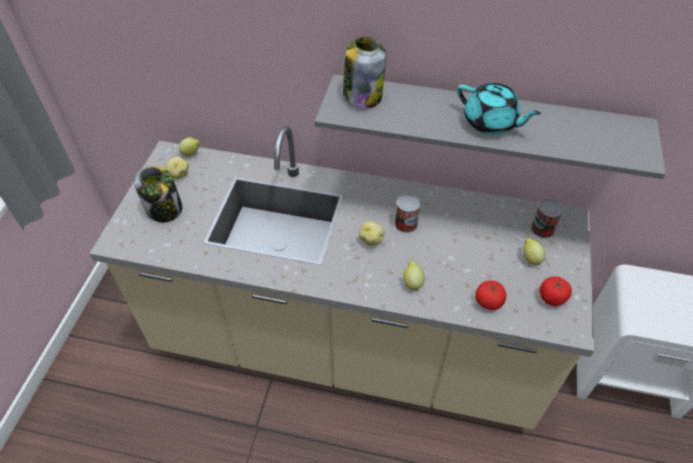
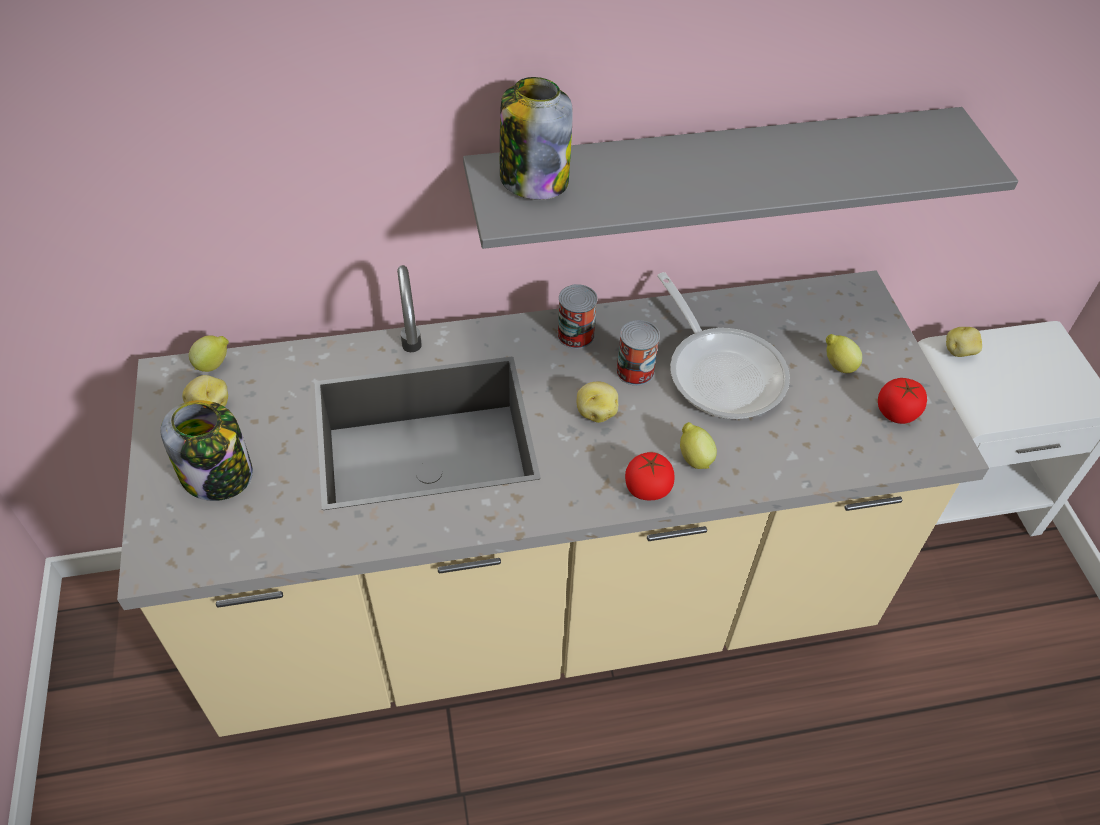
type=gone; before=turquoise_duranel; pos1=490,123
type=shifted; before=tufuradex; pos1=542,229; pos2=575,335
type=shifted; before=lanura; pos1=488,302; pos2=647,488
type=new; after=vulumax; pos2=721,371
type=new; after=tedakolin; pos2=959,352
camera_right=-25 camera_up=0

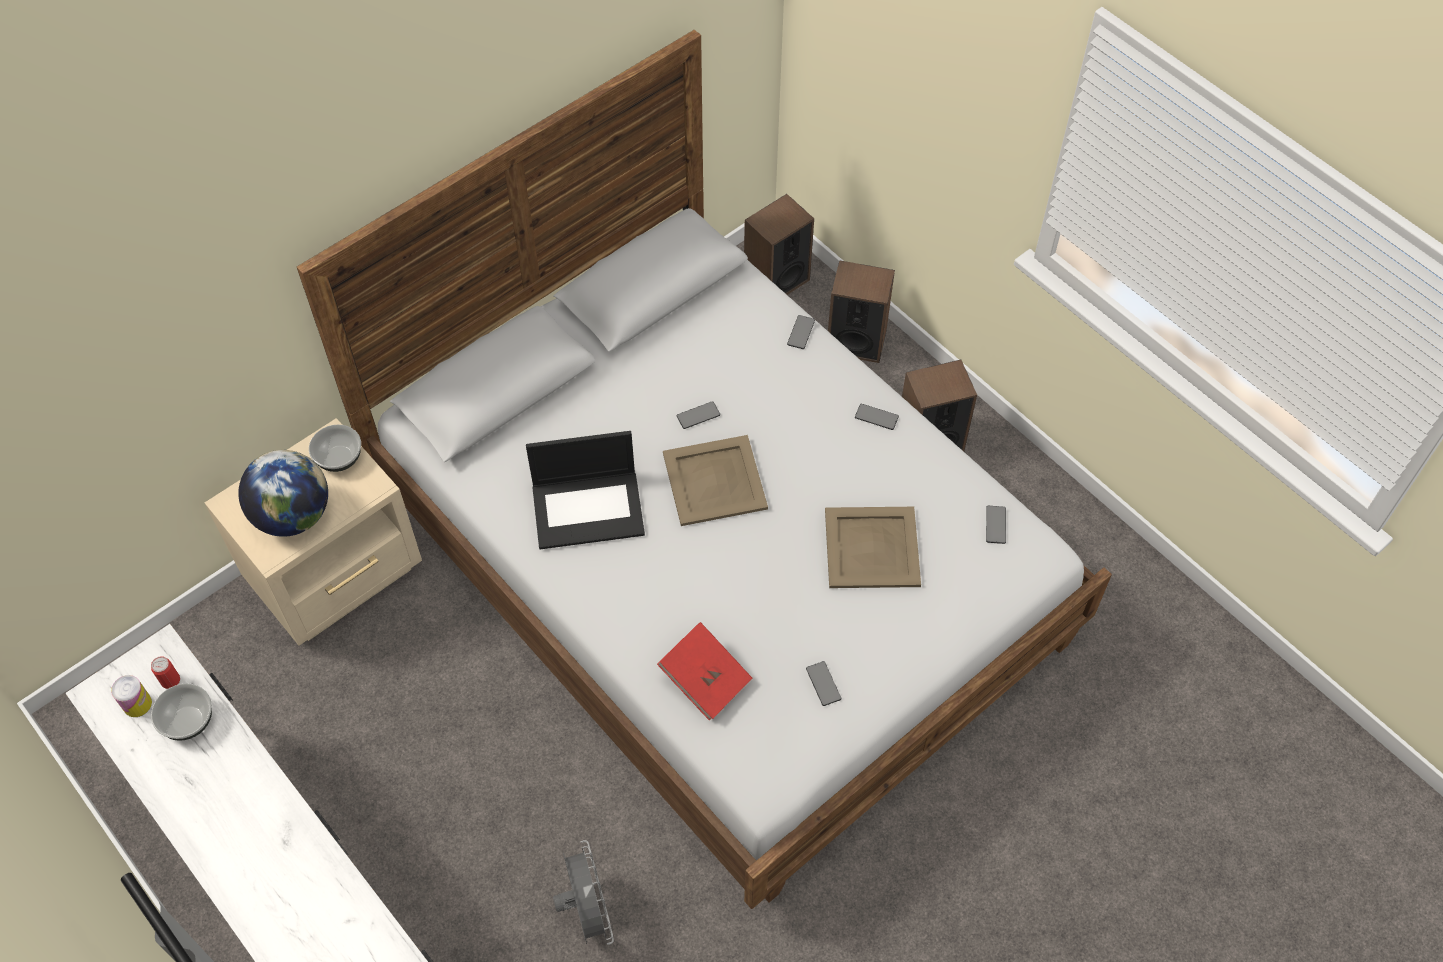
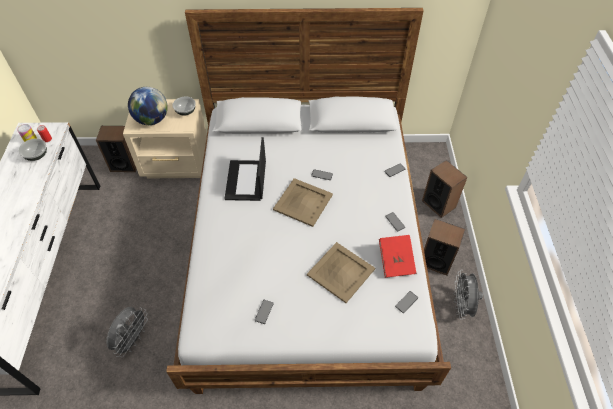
type=shifted; before=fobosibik; pos1=776,280; pos2=125,164
type=rotated; before=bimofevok; pos1=589,508; pos2=246,181; turn=60
type=shifted; before=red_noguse; pos1=705,679; pos2=396,261
type=new; after=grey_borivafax; pos2=461,306
camera_right=40 camera_up=-5

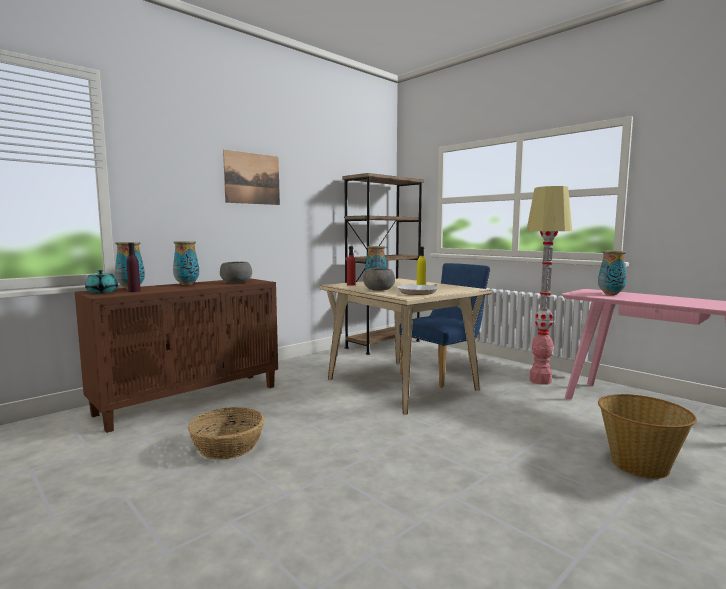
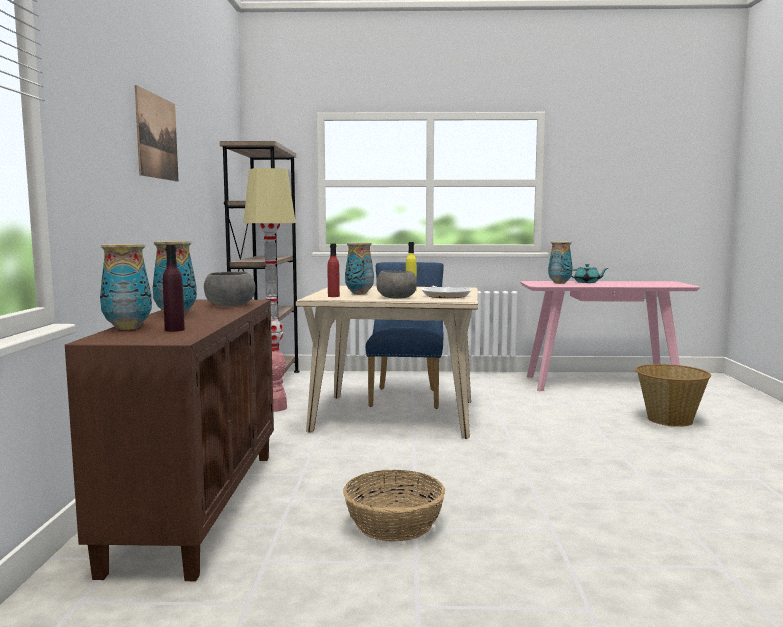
type=shifted; before=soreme; pos1=540,381; pos2=274,408
type=shifted; before=turquoise_duranel; pos1=102,292; pos2=587,282
camera_right=-45 camera_up=0

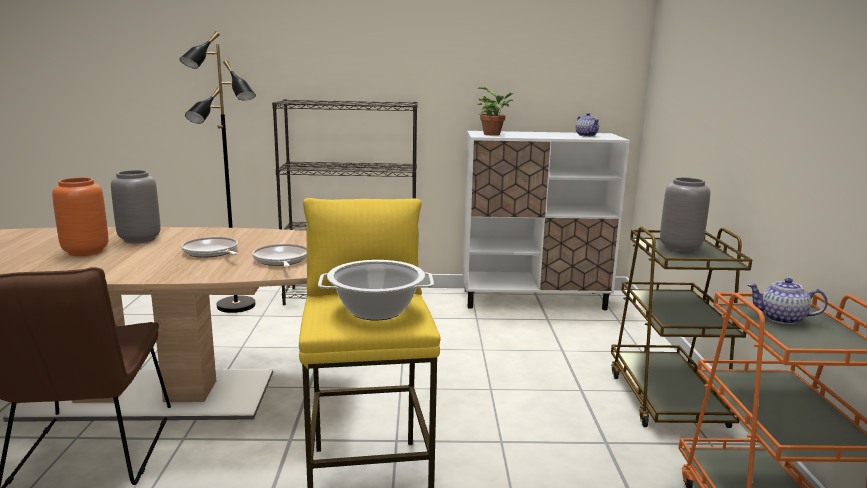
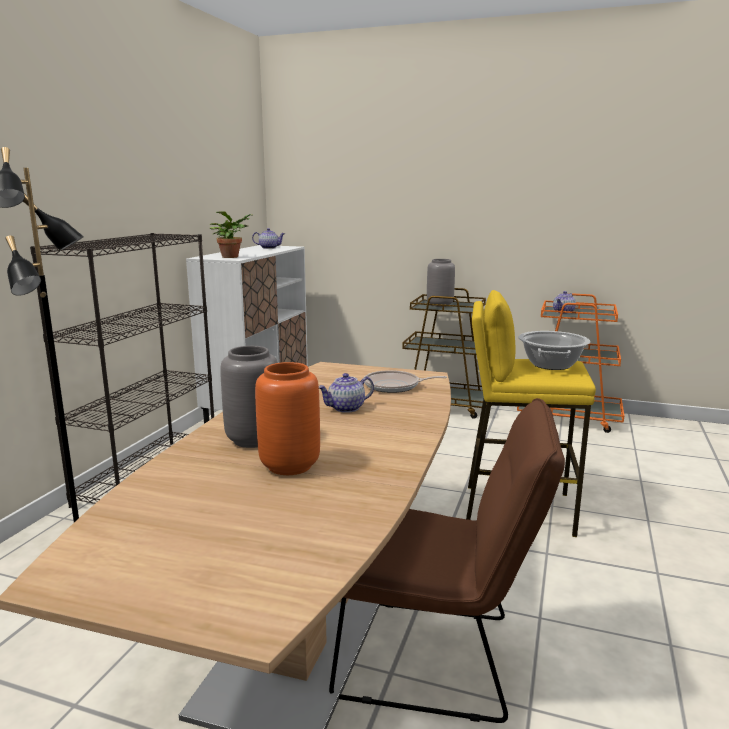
type=swapped; before=vulumax; after=duranel; pos1=211,252; pos2=346,408
camera_right=-70 camera_up=0

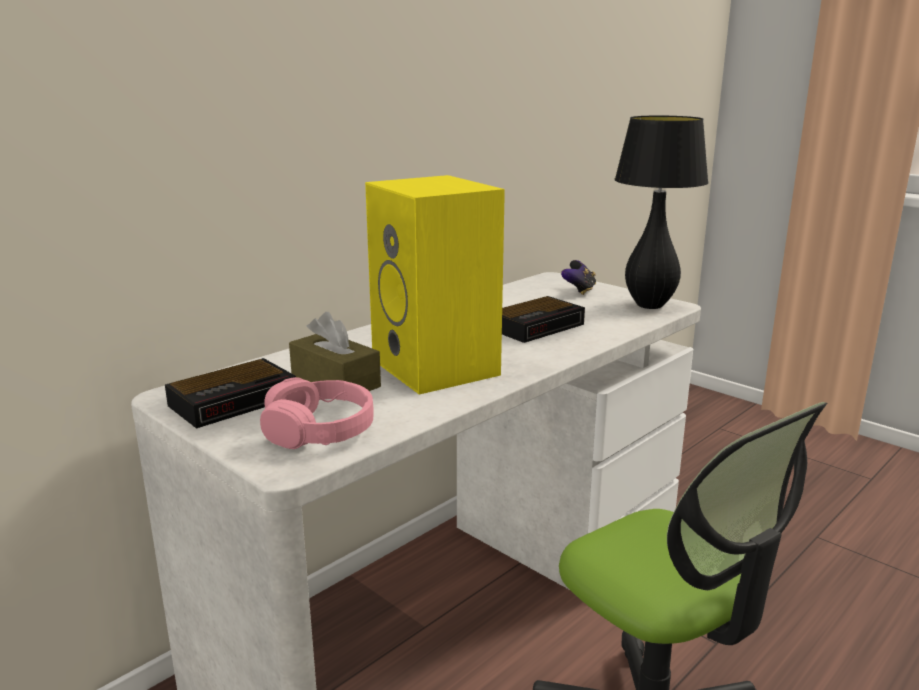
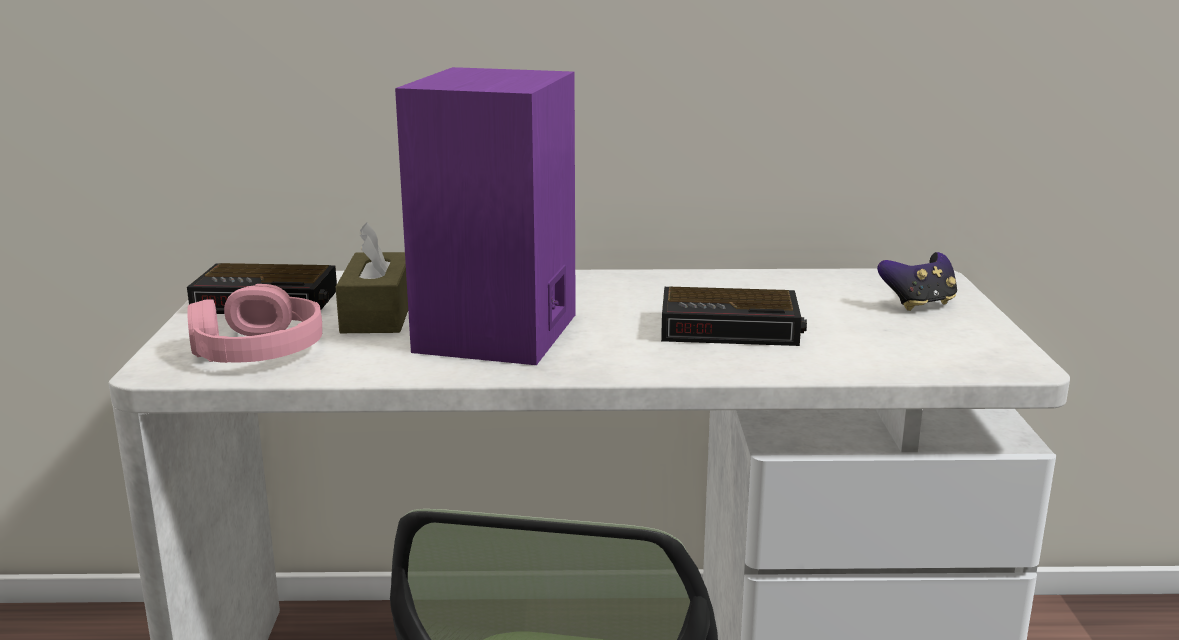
type=gone; before=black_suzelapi; pos1=649,305
type=repainted; before=yellow_fobosibik; after=purple_fobosibik; pos1=439,368; pos2=499,335
camera_right=45 camera_up=0

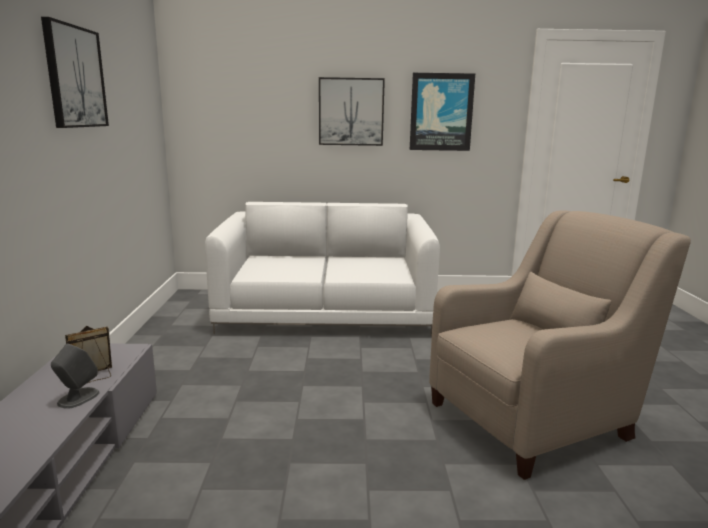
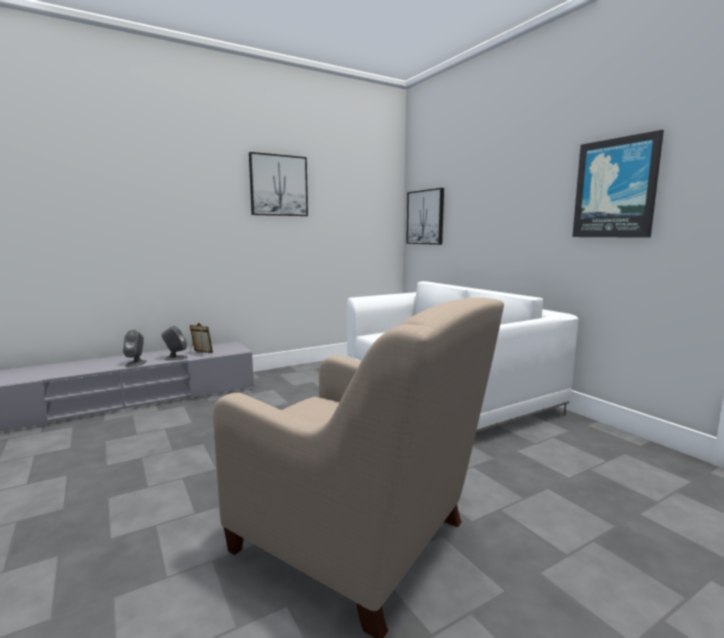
type=shifted; before=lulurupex; pos1=351,112; pos2=425,217
type=new; after=grey_fobosibik; pos2=136,363
camera_right=60 camera_up=-5

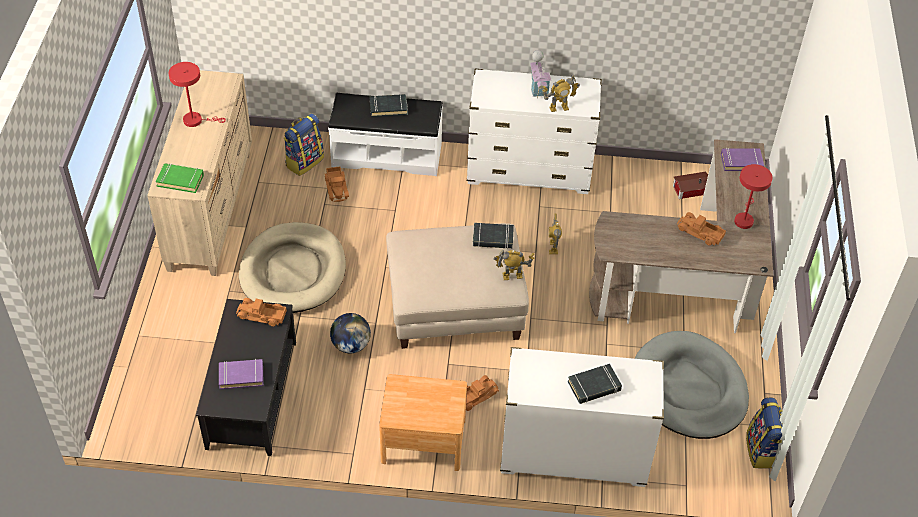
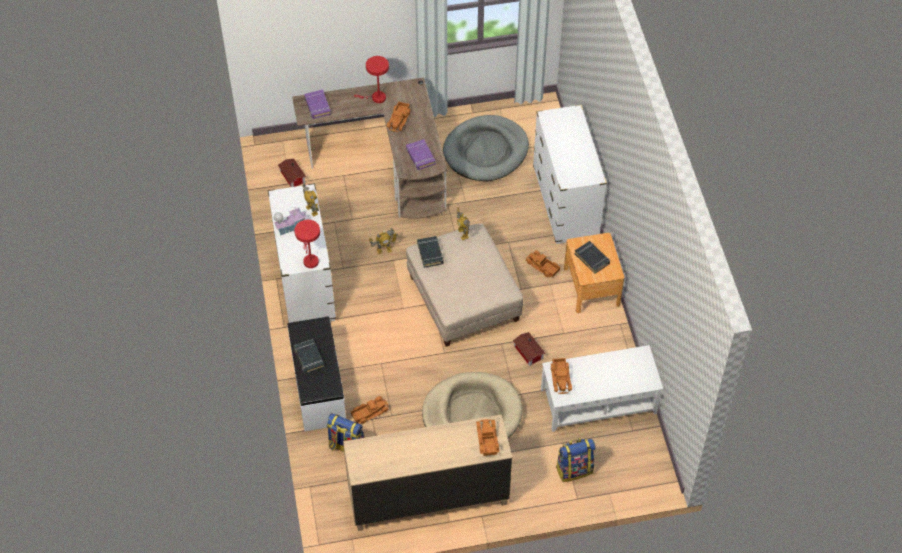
type=shifted; before=red_suzelapi; pos1=196,120; pos2=310,259
type=swapped; before=green_noguse; after=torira; pos1=180,180; pos2=487,439
type=repainted; before=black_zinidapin; after=white_zinidapin; pos1=250,394; pos2=598,402
type=swapped; before=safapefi; after=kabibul; pos1=351,345; pos2=528,353
type=shifted; before=purple_noguse; pos1=241,376; pos2=420,156
type=shifted; before=black_noguse; pos1=594,386; pos2=592,258
type=shifted; before=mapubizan; pos1=762,450; pos2=574,469
camera_right=-105 camera_up=5

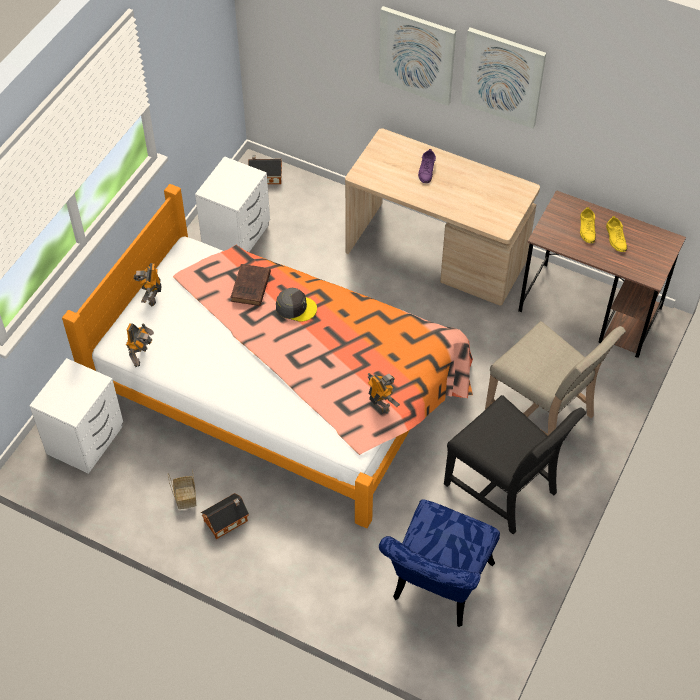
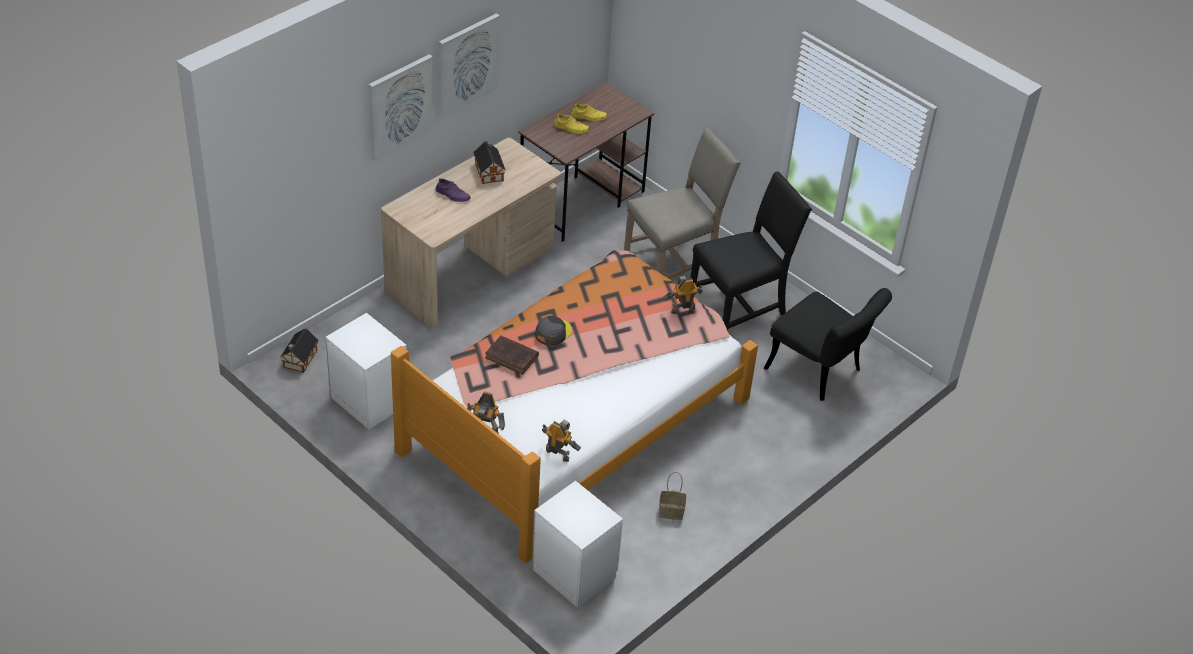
type=shifted; before=kabibul; pos1=227,520; pos2=489,171
type=repainted; before=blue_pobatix; after=black_pobatix; pos1=437,587; pos2=820,372
camera_right=-75 camera_up=-10

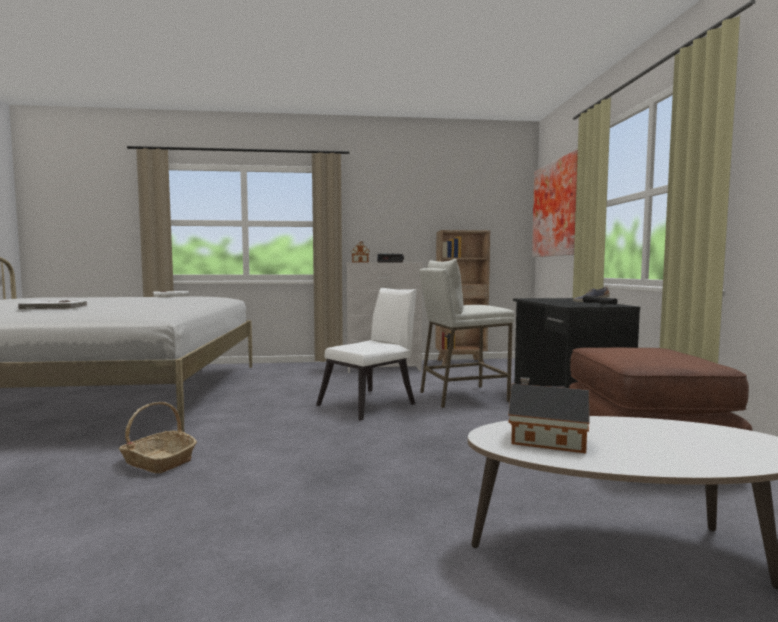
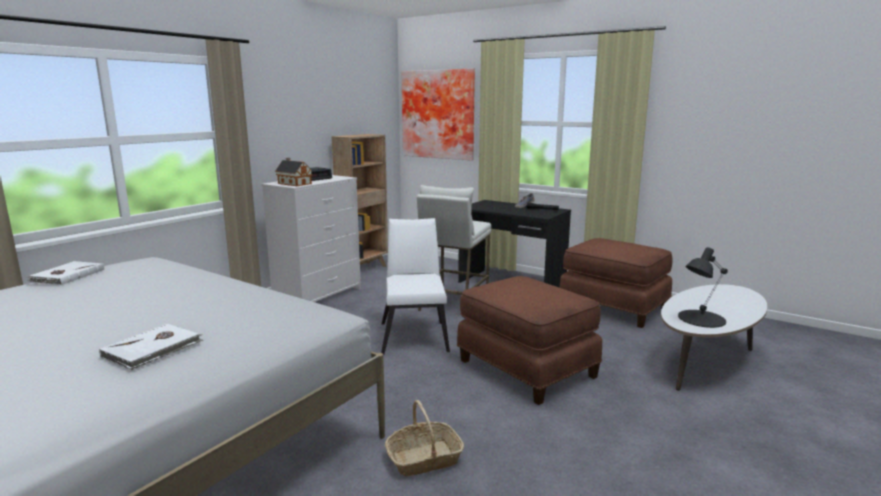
type=swapped; before=kabibul; after=black_suzelapi; pos1=544,439; pos2=700,318
type=new; after=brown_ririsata; pos2=525,369
camera_right=-50 camera_up=10

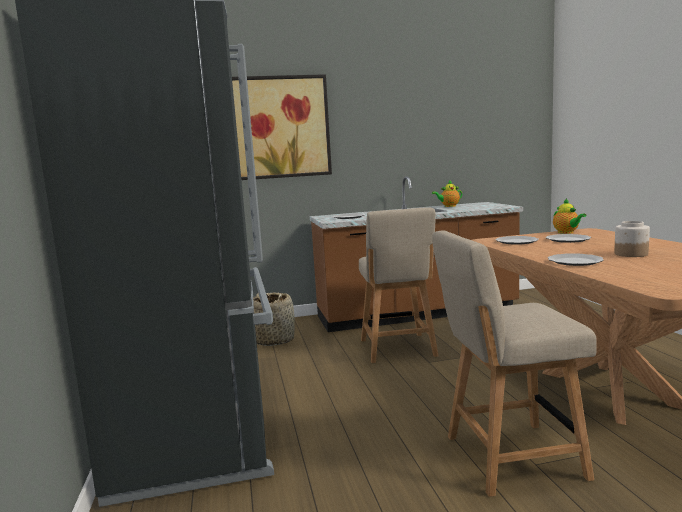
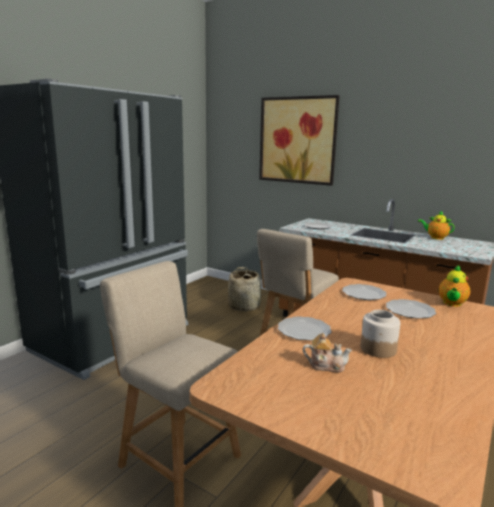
type=new; after=duranel; pos2=326,365
camera_right=45 camera_up=5

